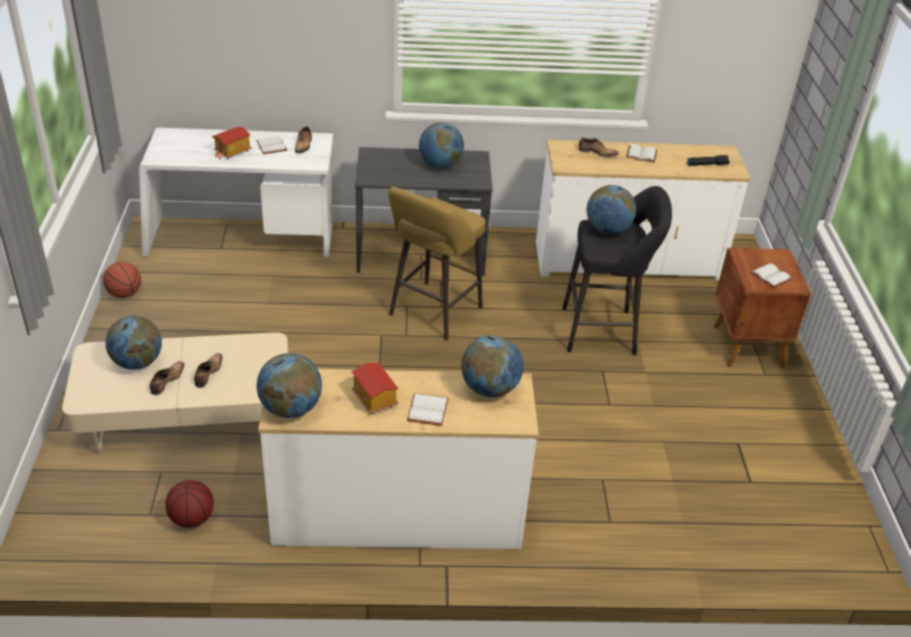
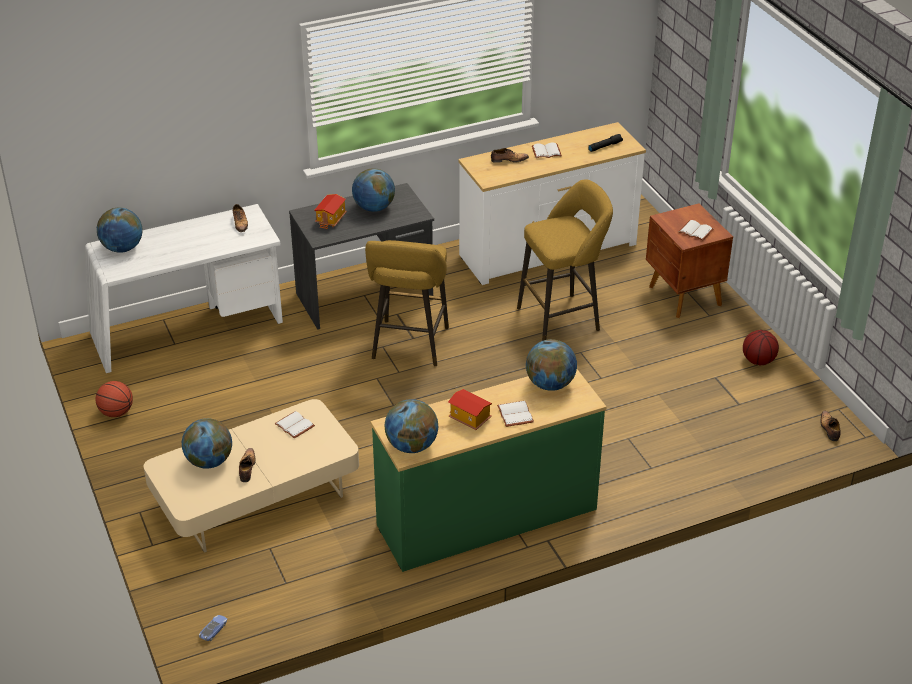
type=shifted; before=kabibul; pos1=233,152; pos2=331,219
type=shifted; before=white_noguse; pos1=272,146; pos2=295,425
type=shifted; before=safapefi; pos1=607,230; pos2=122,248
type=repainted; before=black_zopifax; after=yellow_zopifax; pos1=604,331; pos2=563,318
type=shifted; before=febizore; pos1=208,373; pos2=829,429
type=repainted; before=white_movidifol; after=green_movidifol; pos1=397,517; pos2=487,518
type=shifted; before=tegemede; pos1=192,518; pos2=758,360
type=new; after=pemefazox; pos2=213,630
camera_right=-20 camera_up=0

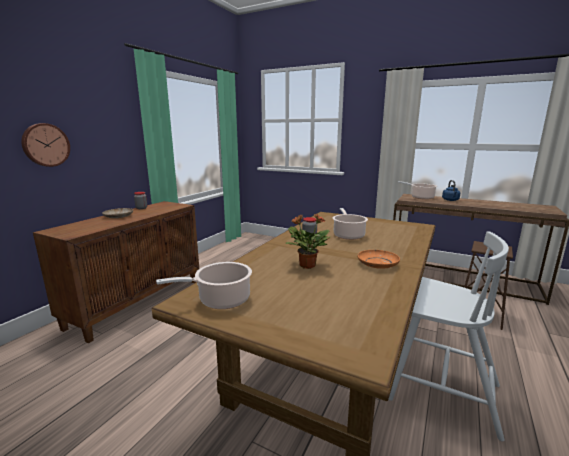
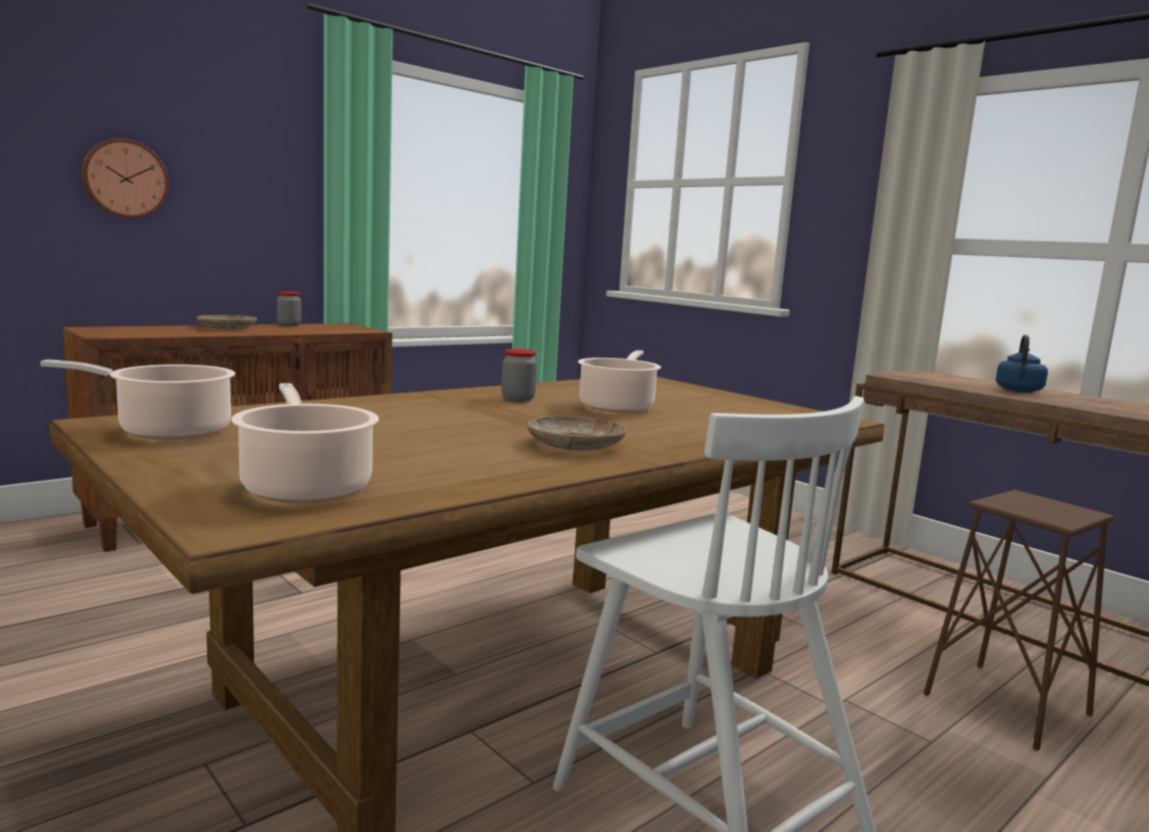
type=shifted; before=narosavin; pos1=420,197; pos2=305,486
type=gone; before=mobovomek; pos1=306,265
type=repainted; before=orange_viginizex; after=beige_viginizex; pos1=377,264; pos2=575,445
camera_right=20 camera_up=-5

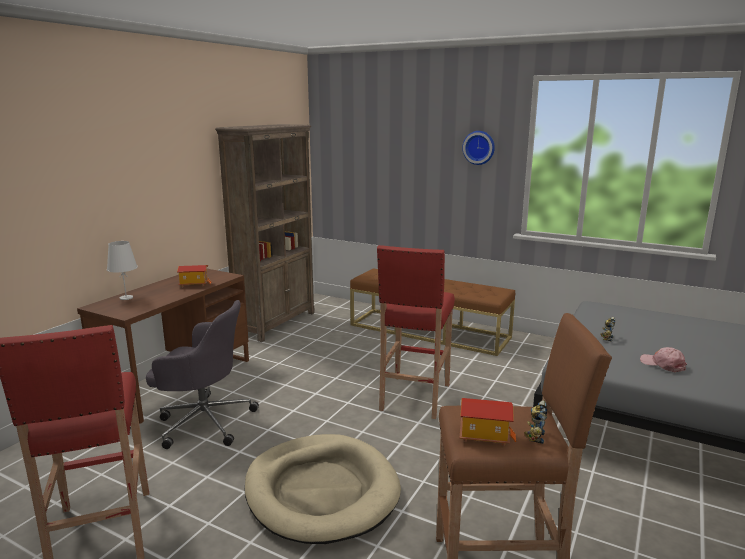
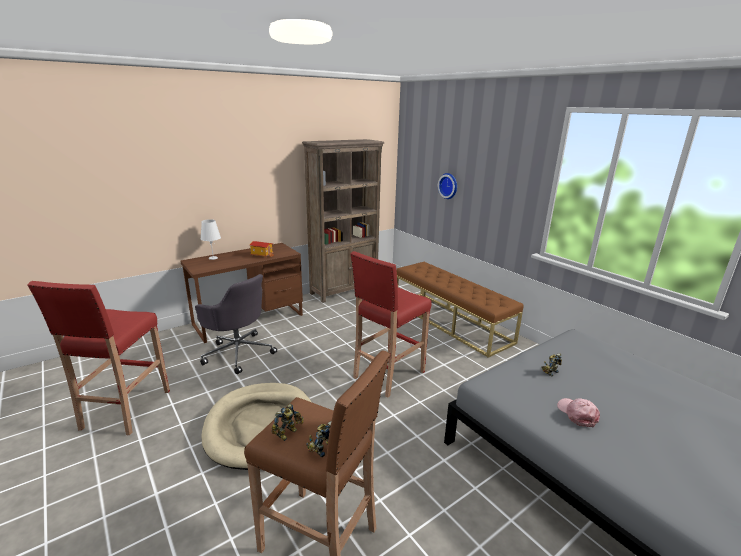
type=shifted; before=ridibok; pos1=479,147; pos2=449,186
type=swapped; before=kabibul; after=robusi; pos1=484,435; pos2=288,433
camera_right=25 camera_up=5

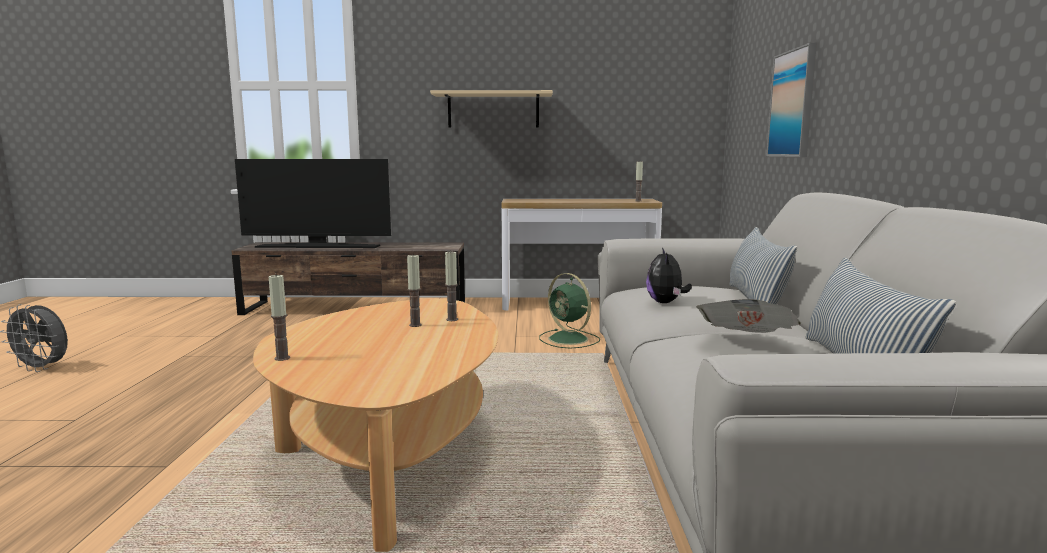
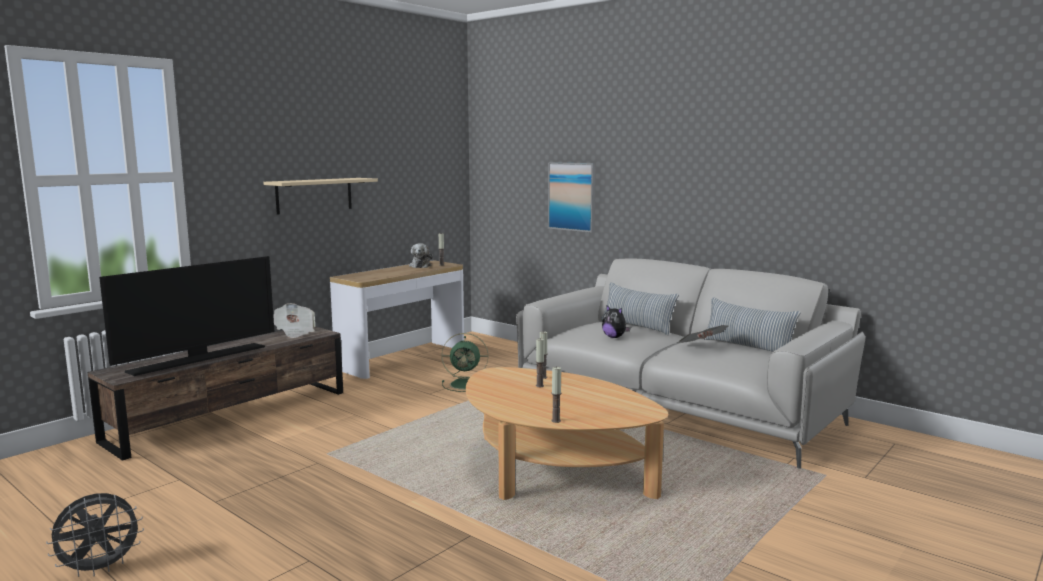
type=new; after=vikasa; pos2=420,266
type=new; after=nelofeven; pos2=294,332
camera_right=-50 camera_up=0

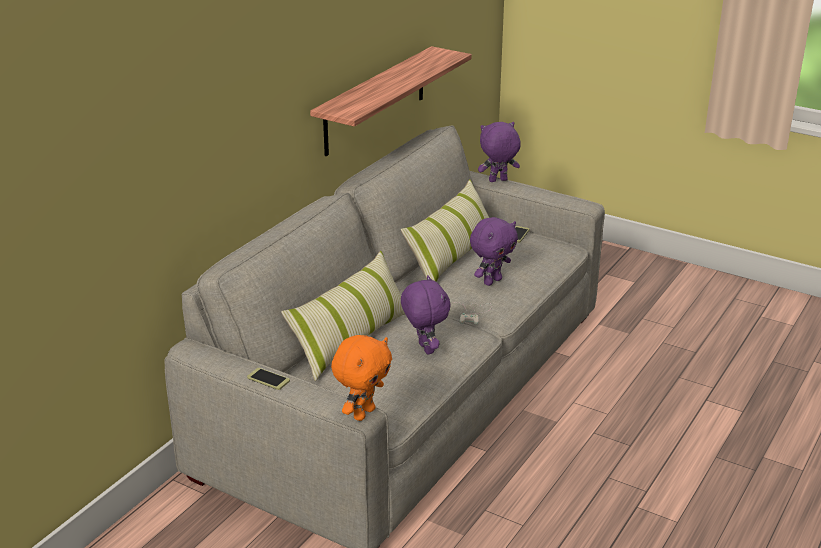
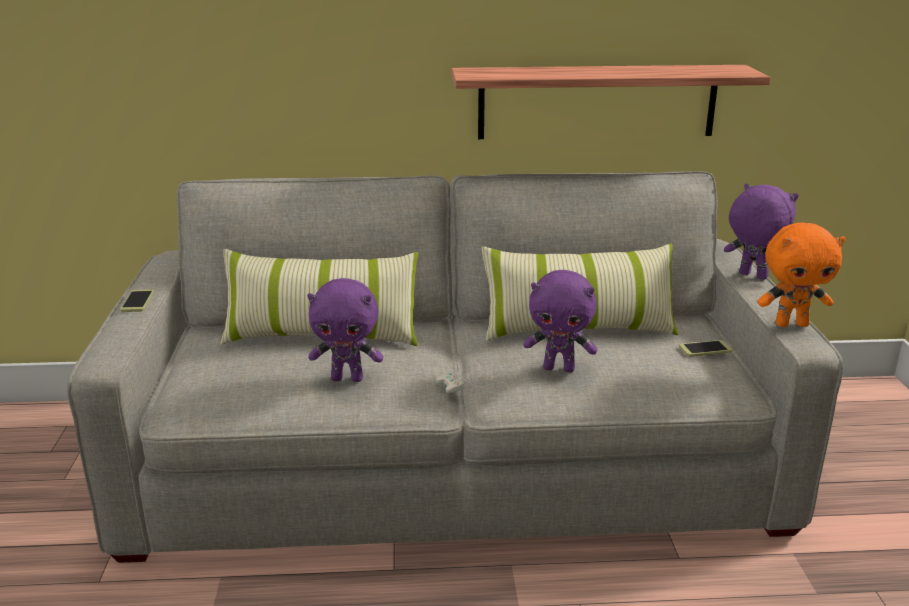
type=rotated; before=purple_vikasa; pos1=424,349; pos2=348,378; turn=60
type=shifted; before=orange_vikasa; pos1=363,413; pos2=791,324
camera_right=55 camera_up=-5

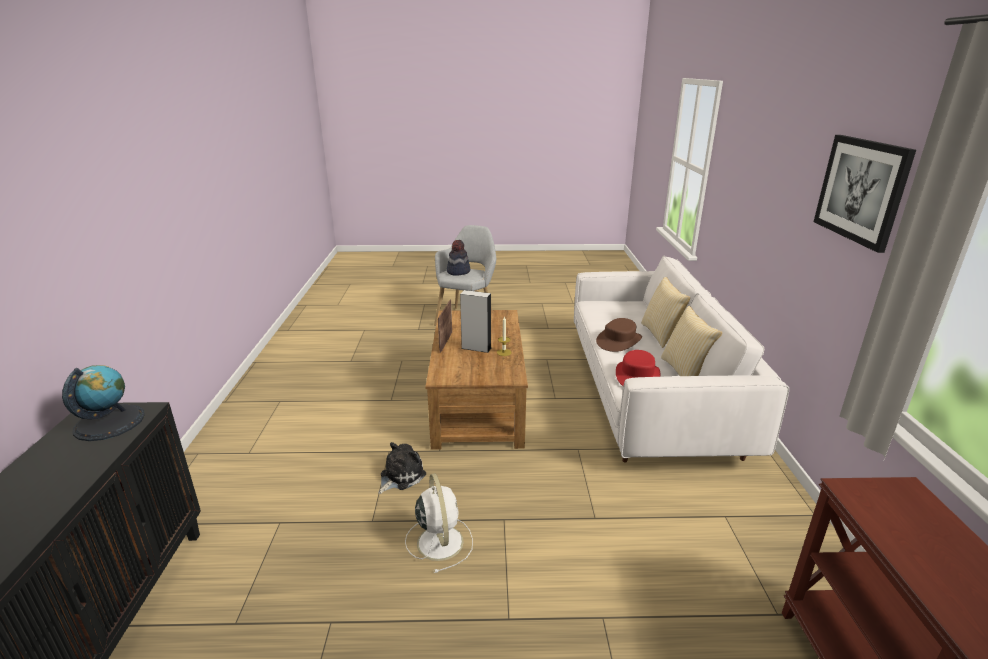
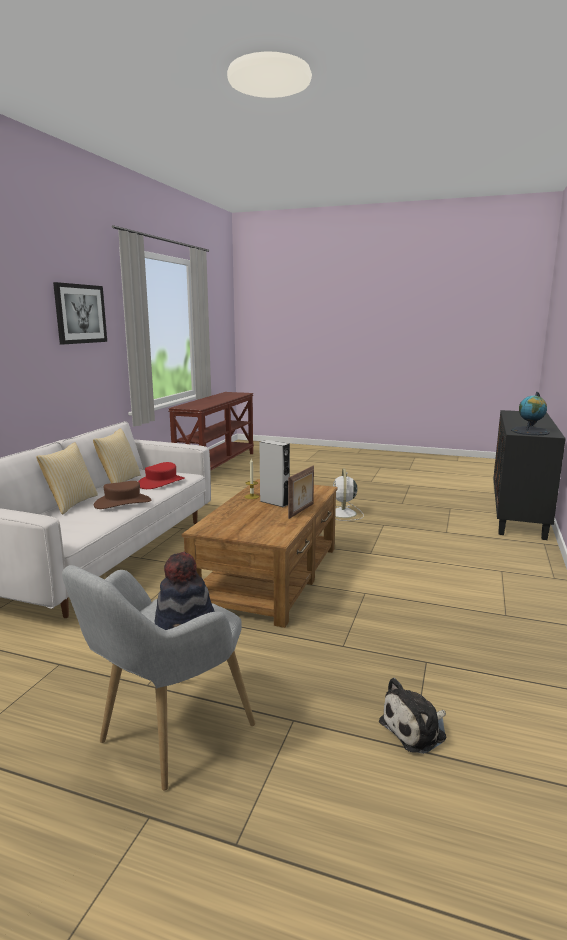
type=shifted; before=vikasa; pos1=400,476; pos2=416,729
camera_right=-160 camera_up=-10

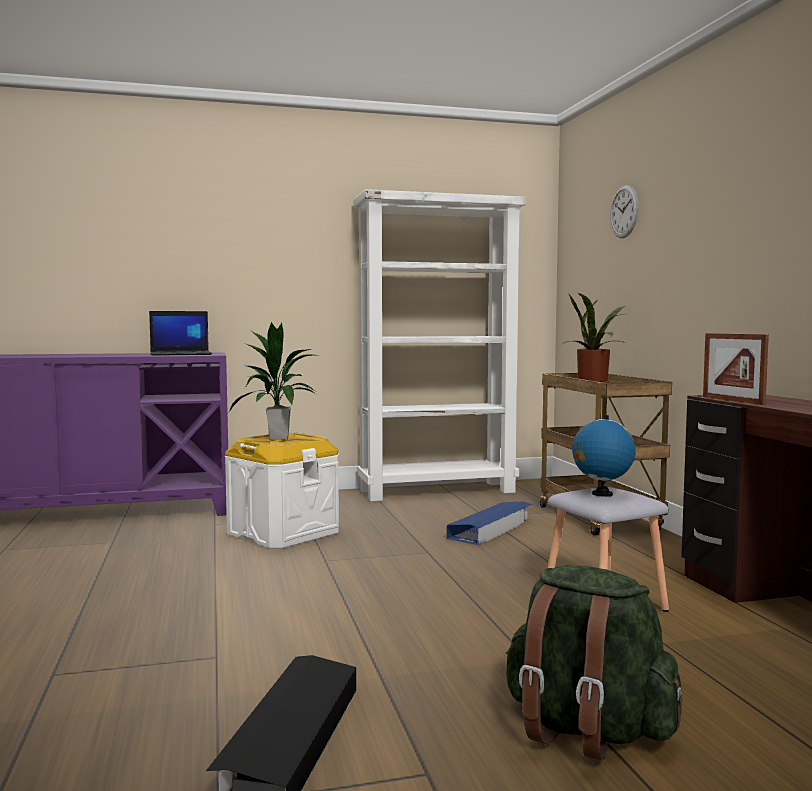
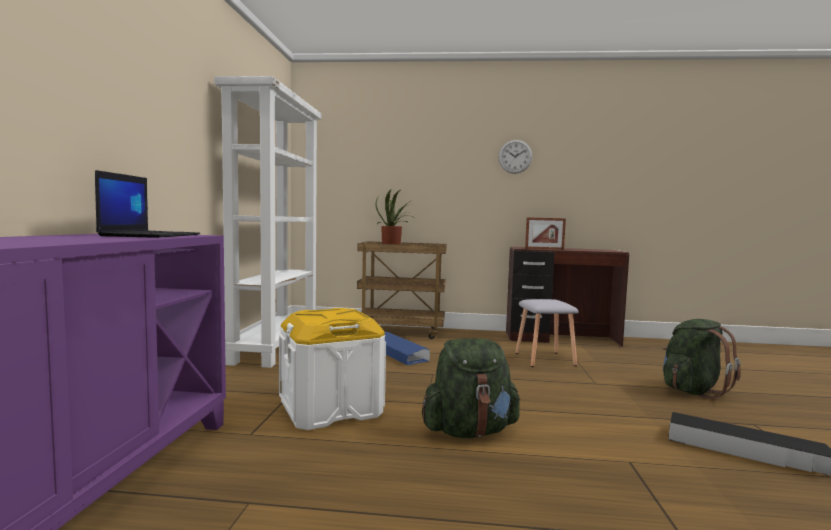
type=shifted; before=ridibok; pos1=624,211; pos2=515,156
type=gone; before=mobovomek; pos1=279,438
type=gone; before=safapefi; pos1=602,494
type=new; after=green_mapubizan; pos2=469,431
camera_right=-70 camera_up=0

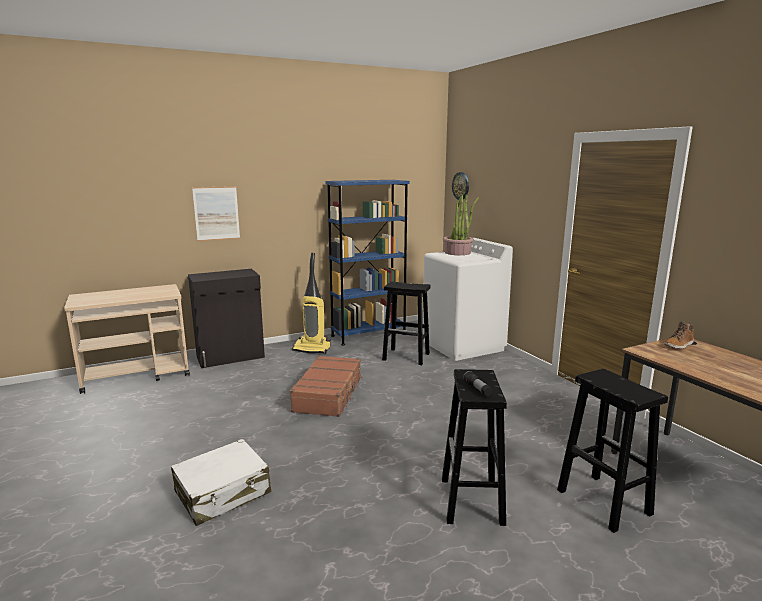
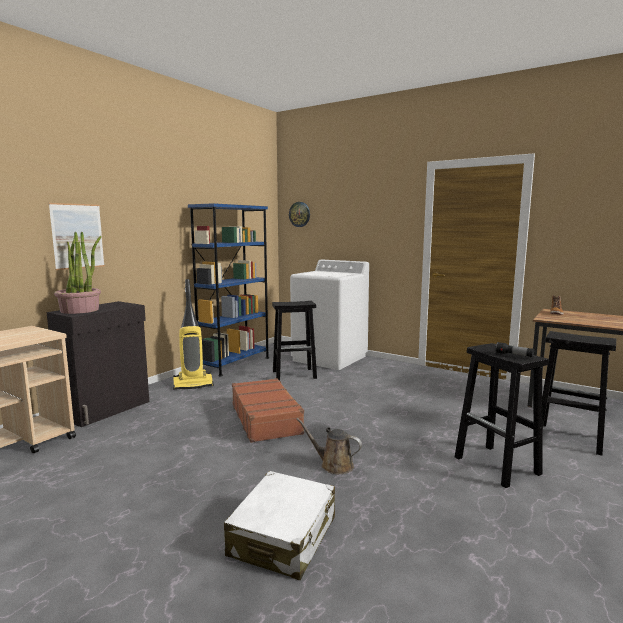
type=shifted; before=mobovomek; pos1=458,252; pos2=80,310
type=new; after=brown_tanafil; pos2=333,465
camera_right=-30 camera_up=-5

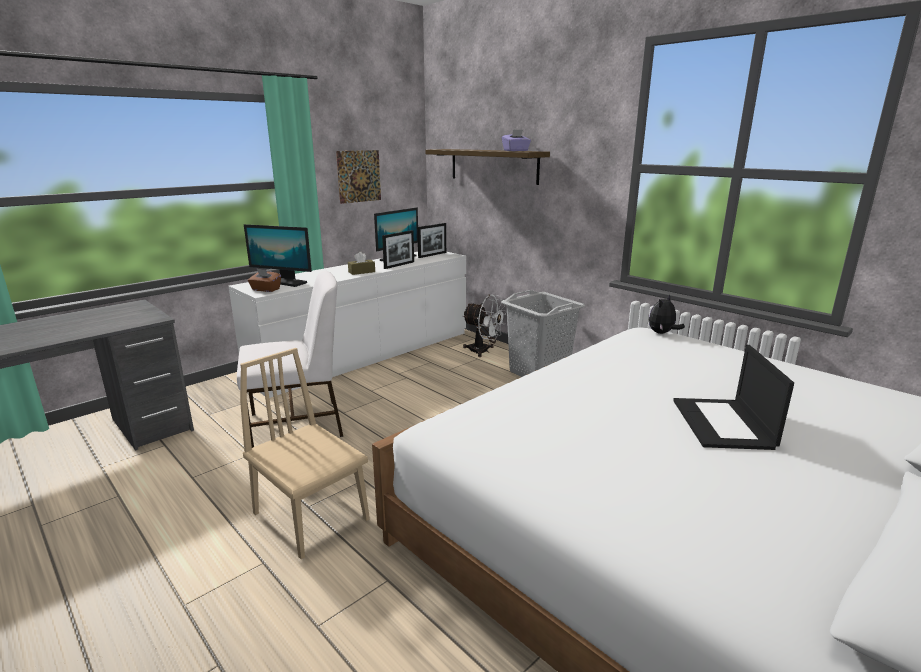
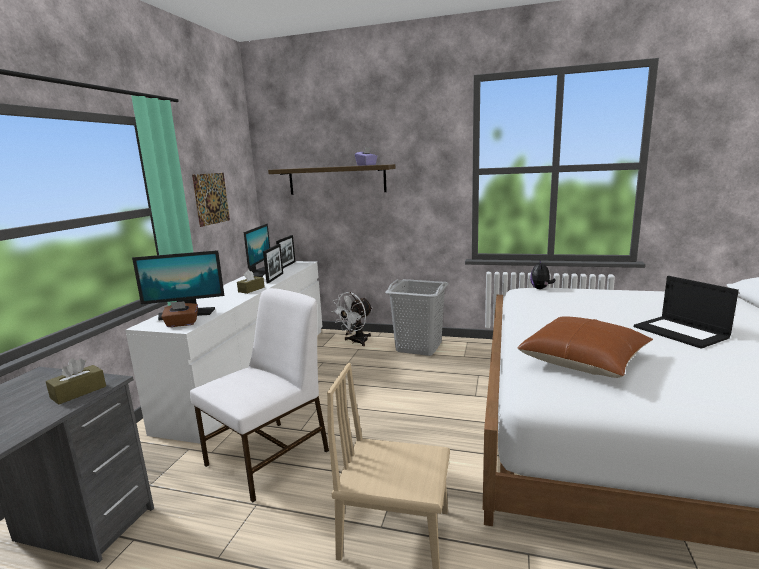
type=rotated; before=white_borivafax; pos1=483,351; pos2=356,342; turn=135
type=new; after=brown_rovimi; pos2=584,360
type=new; after=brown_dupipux; pos2=78,392
camera_right=-30 camera_up=-5

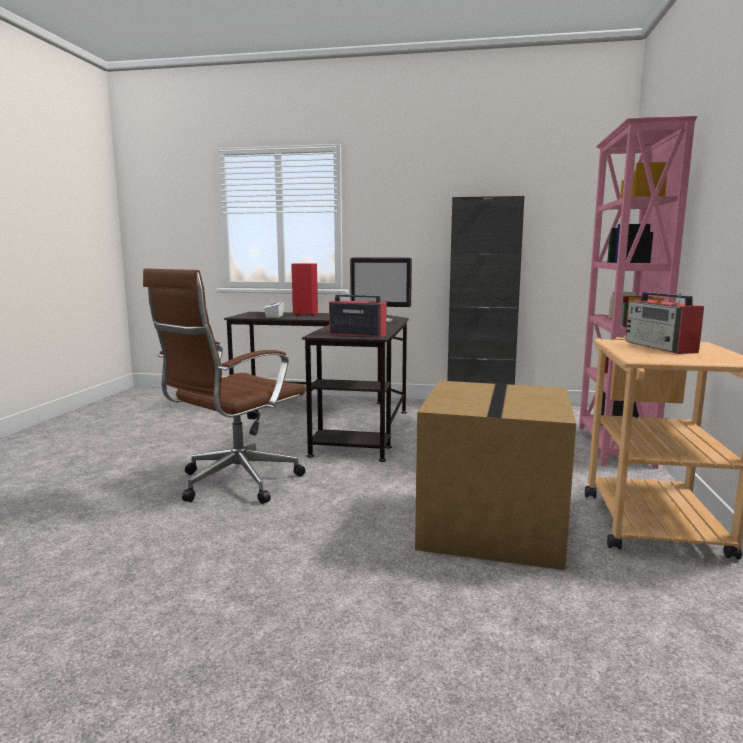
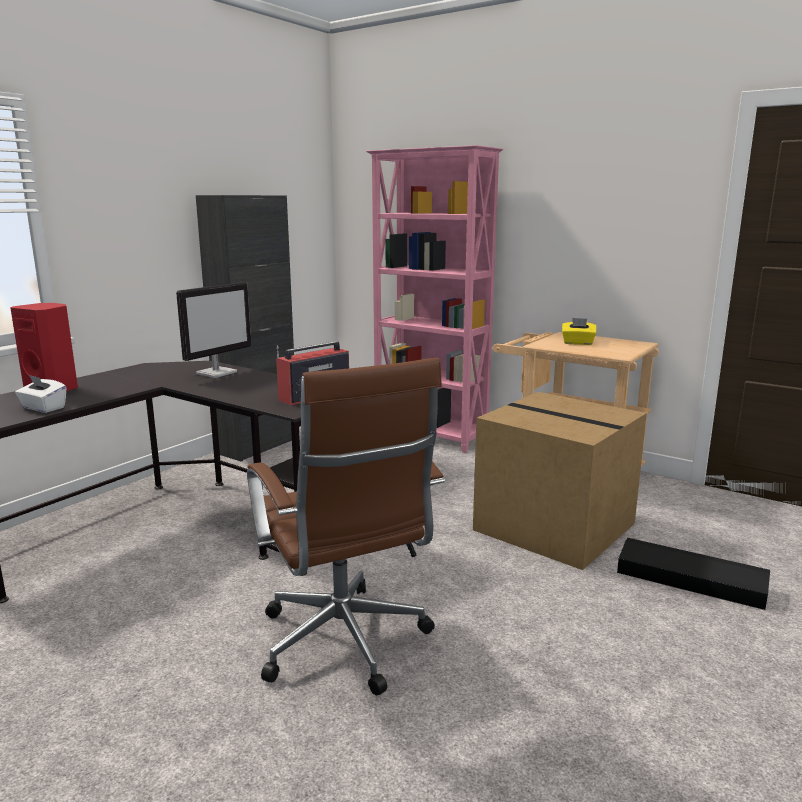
type=swapped; before=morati; after=yellow_dupipux; pos1=660,347; pos2=577,343
type=new; after=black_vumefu; pos2=690,580
camera_right=-65 camera_up=5

